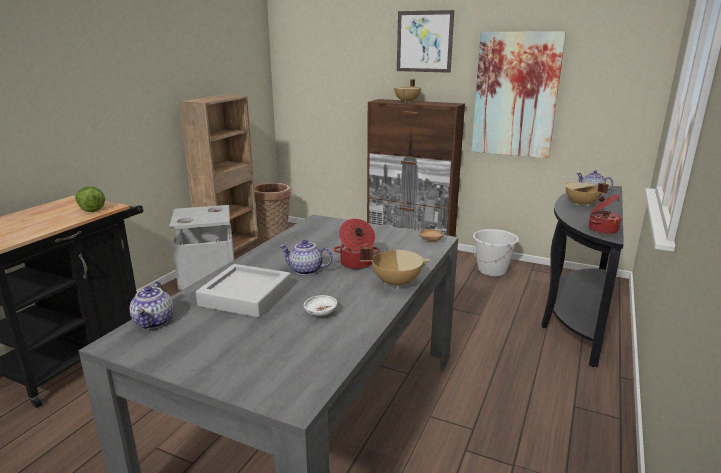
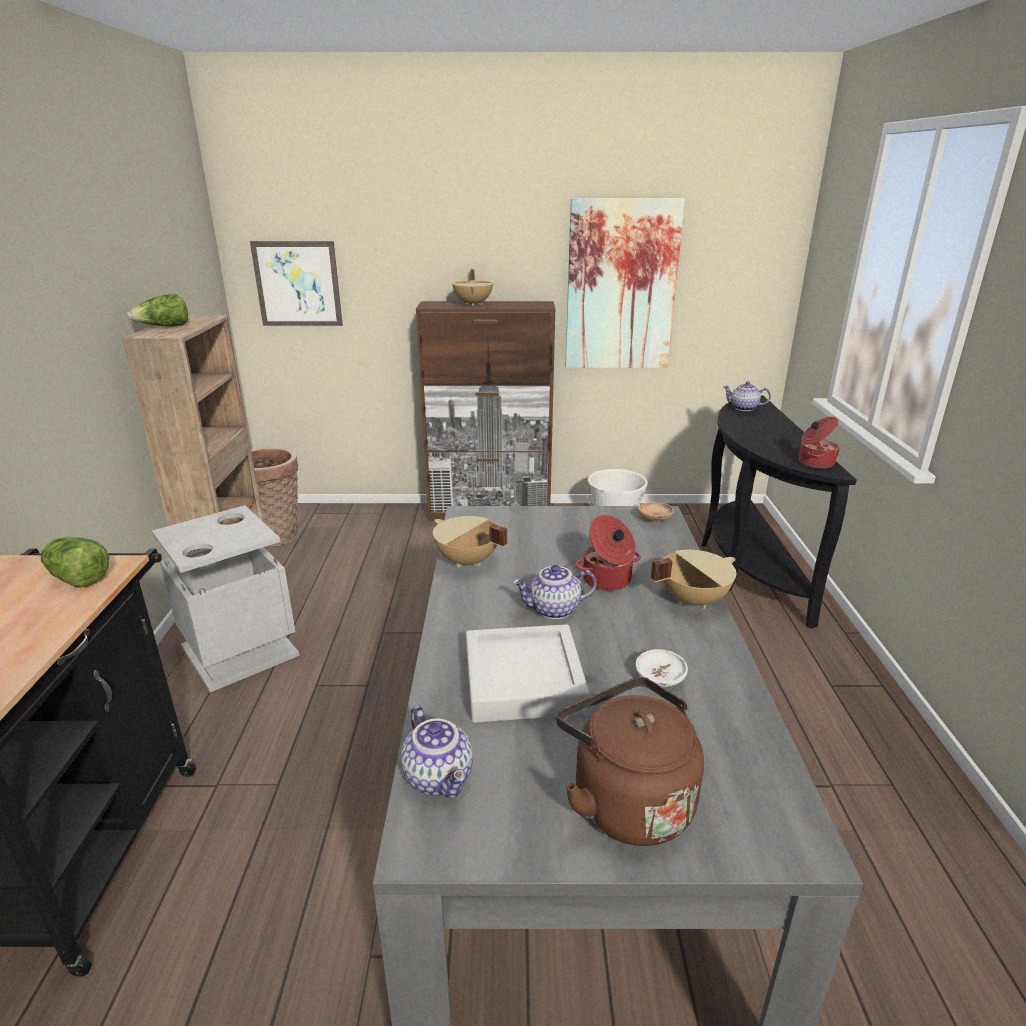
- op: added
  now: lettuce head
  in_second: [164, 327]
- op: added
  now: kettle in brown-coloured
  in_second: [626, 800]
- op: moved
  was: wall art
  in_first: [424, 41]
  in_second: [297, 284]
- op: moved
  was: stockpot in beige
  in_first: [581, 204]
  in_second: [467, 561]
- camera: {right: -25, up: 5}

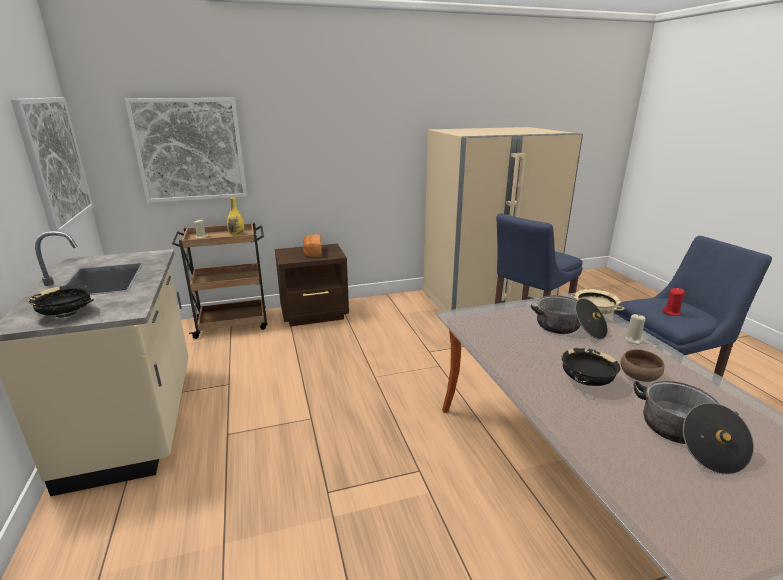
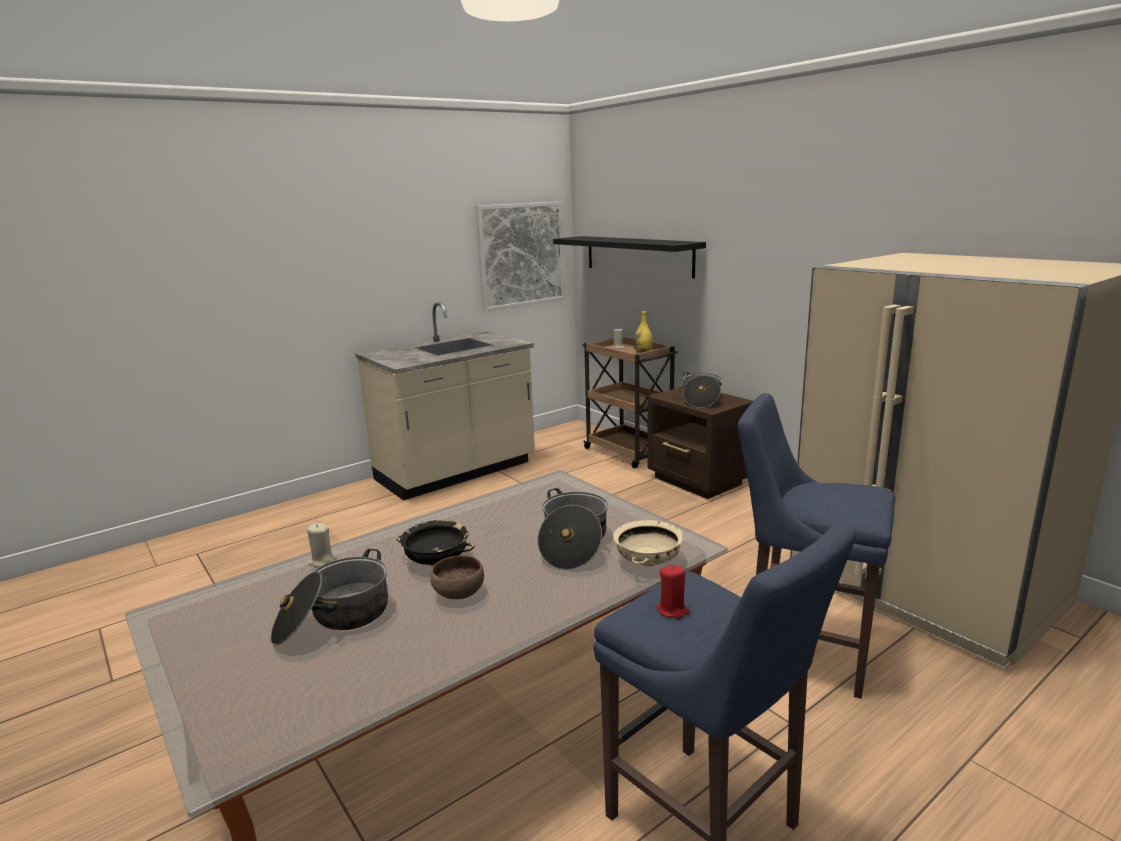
- op: removed
  was: deep dish in black-coloured
  in_first: [65, 313]
- op: moved
  was: wax candle in beige
  in_first: [633, 340]
  in_second: [322, 561]
- op: replaced
  was: wall art
  now: bracket shelf in black-coloured
  in_first: [190, 150]
  in_second: [638, 255]
- op: replaced
  was: bakery bread
  now: stockpot
  in_first: [312, 253]
  in_second: [700, 399]
- camera: {right: 70, up: -5}

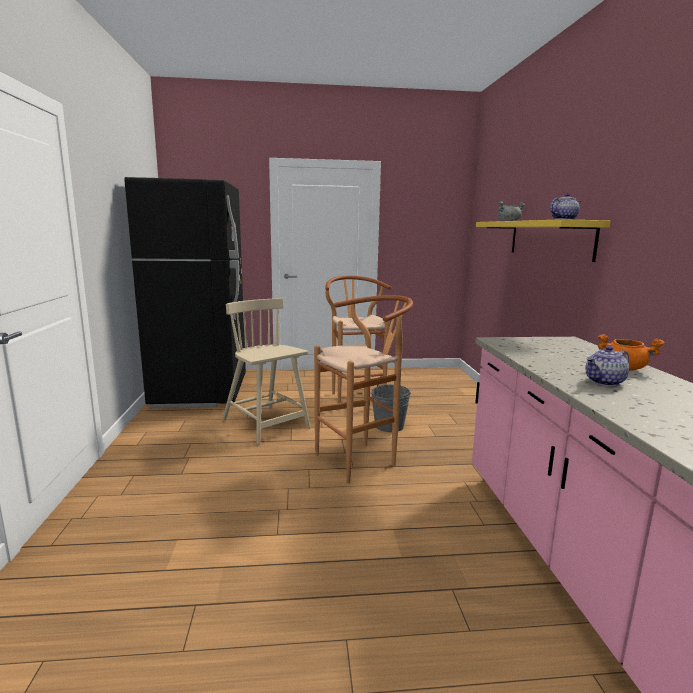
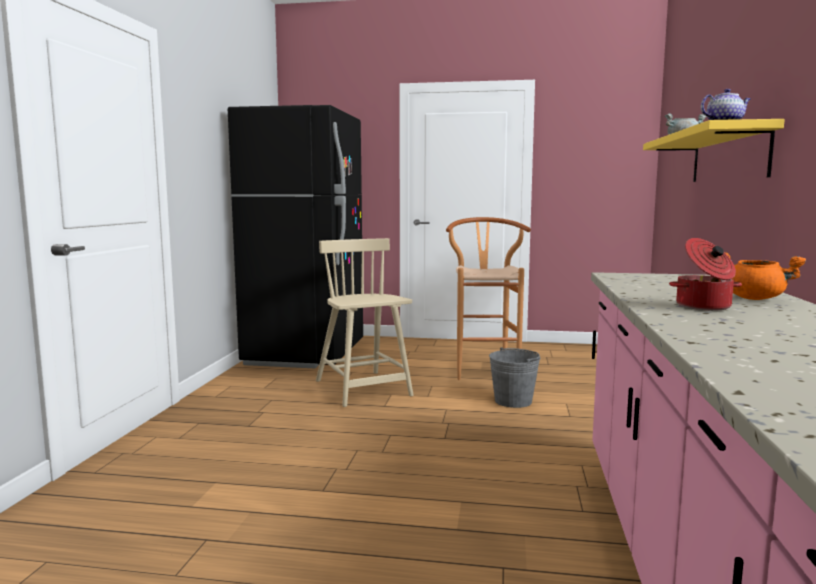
- op: removed
  was: sitting stool in brown-coloured
  in_first: [362, 459]
- op: replaced
  was: tea pot
  now: stockpot
  in_first: [605, 382]
  in_second: [704, 307]
- camera: {right: 15, up: -5}

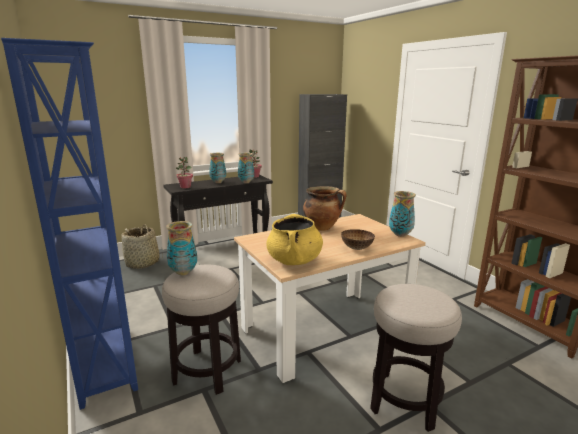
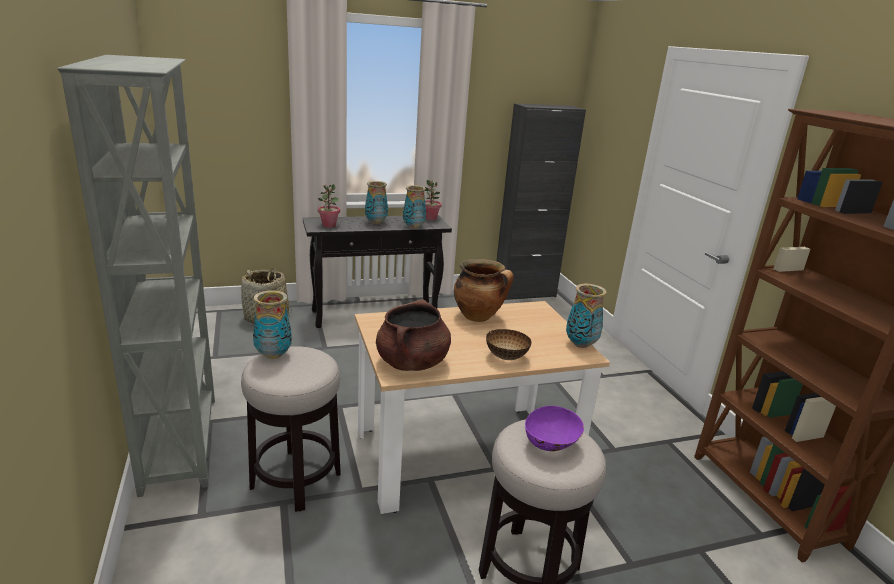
- op: added
  now: deep dish in purplish
  in_second: [551, 444]
- op: recoloured
  was: bookshelf in blue-coloured
  now: bookshelf in gray
  in_first: [105, 360]
  in_second: [182, 442]
- op: recoloured
  was: stockpot in yellowish
  now: stockpot in brown-coloured
  in_first: [294, 261]
  in_second: [412, 363]
- camera: {right: 10, up: 5}

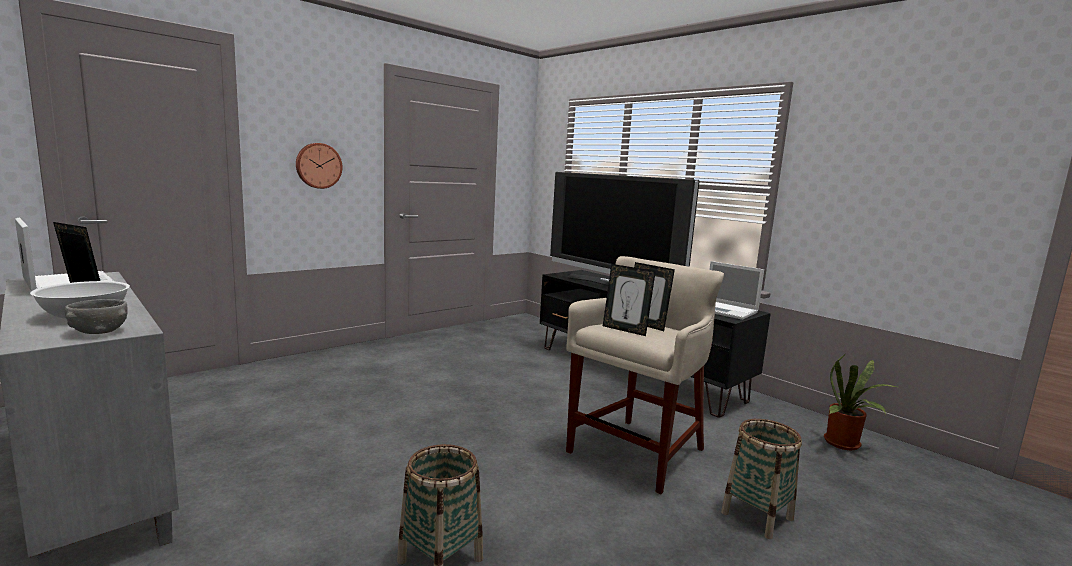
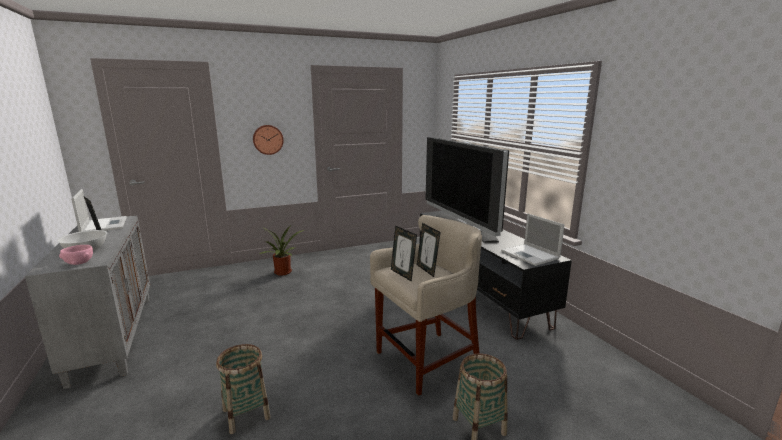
- op: moved
  was: houseplant
  in_first: [845, 445]
  in_second: [283, 273]
- op: recoloured
  was: deep dish in gray
  now: deep dish in pink
  in_first: [99, 332]
  in_second: [79, 263]
- camera: {right: 20, up: 5}

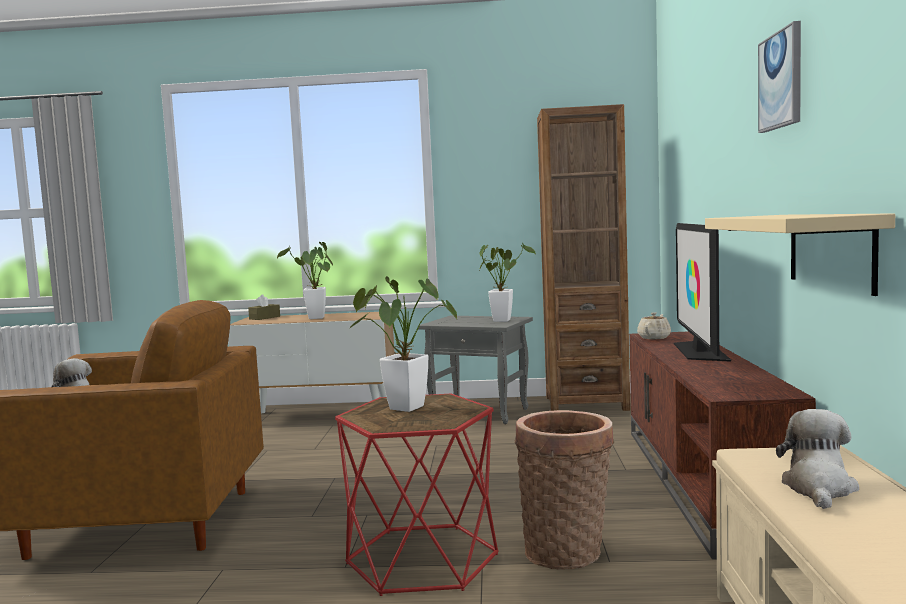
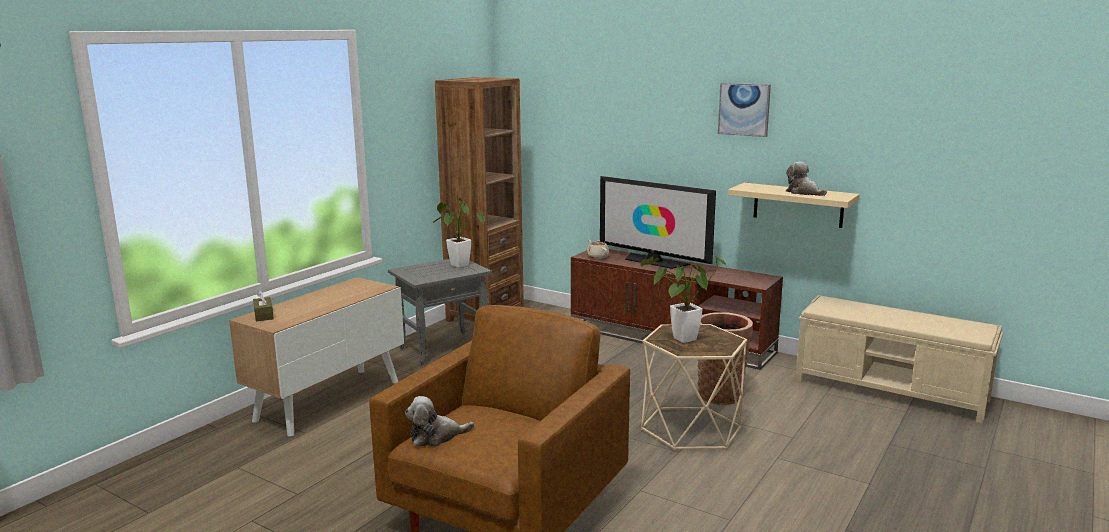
- op: removed
  was: houseplant
  in_first: [316, 318]
- op: moved
  was: soft toy
  in_first: [818, 488]
  in_second: [803, 193]
- op: recoloured
  was: side table in red-coloured
  now: side table in beige
  in_first: [421, 559]
  in_second: [690, 429]
- camera: {right: -60, up: 10}

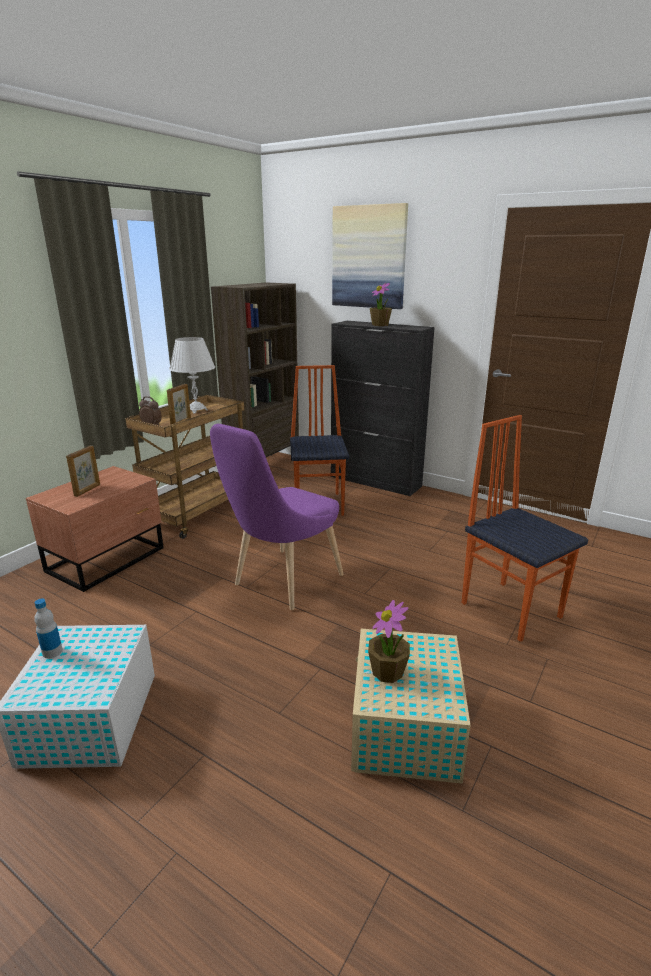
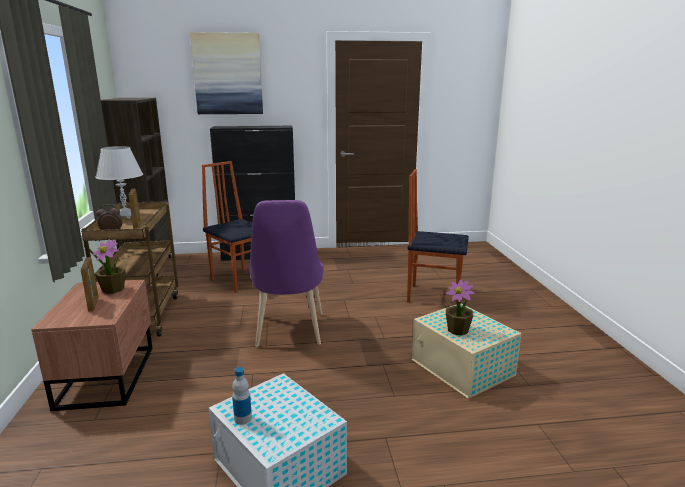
- op: moved
  was: houseplant
  in_first: [380, 325]
  in_second: [113, 289]
- camera: {right: -40, up: -5}

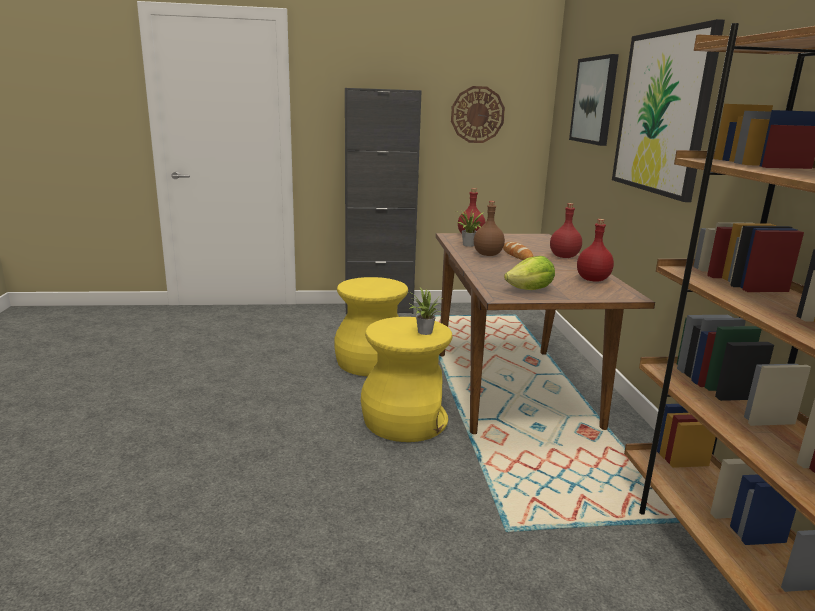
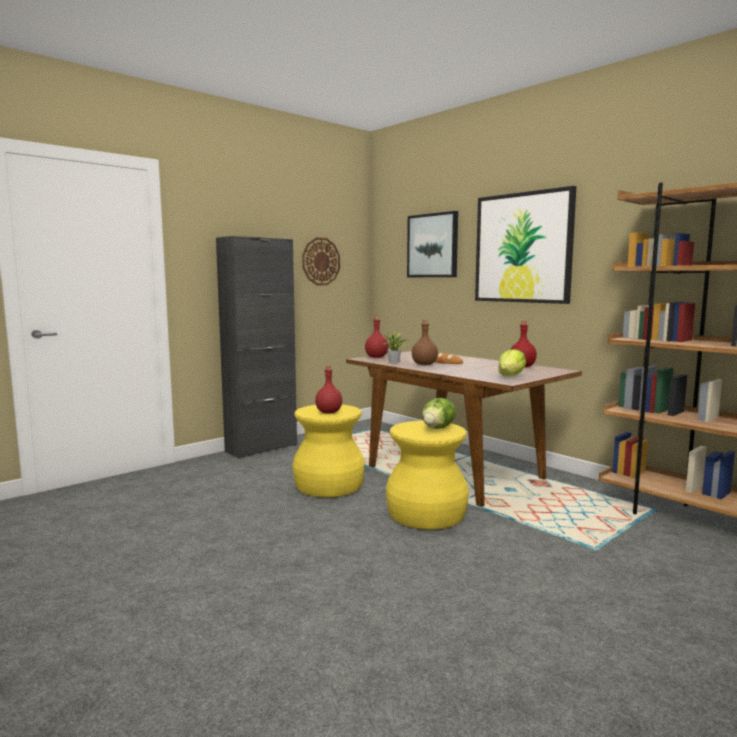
- op: moved
  was: beverage bottle in red-coloured
  in_first: [564, 256]
  in_second: [328, 412]
- op: replaced
  was: houseplant
  now: lettuce head
  in_first: [423, 332]
  in_second: [437, 428]
- camera: {right: -35, up: -10}

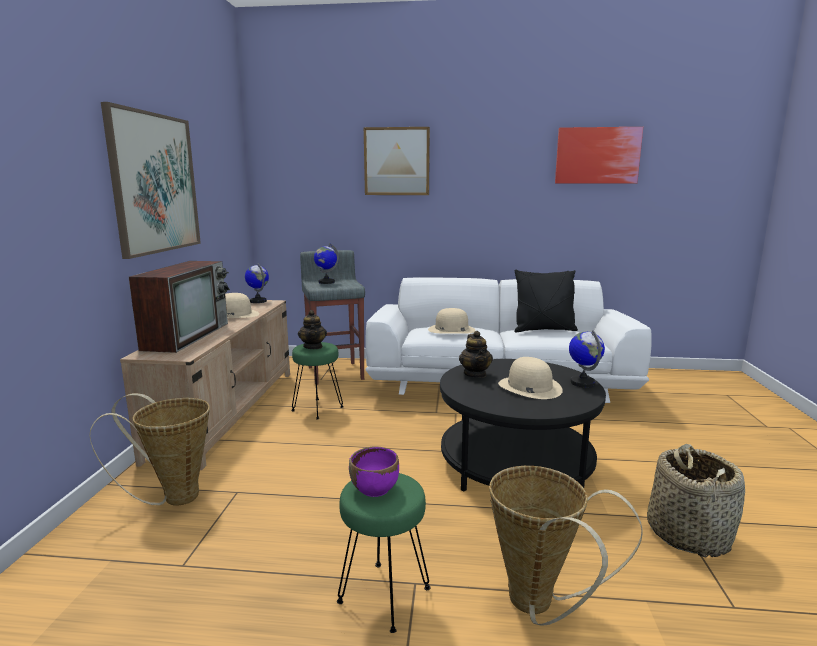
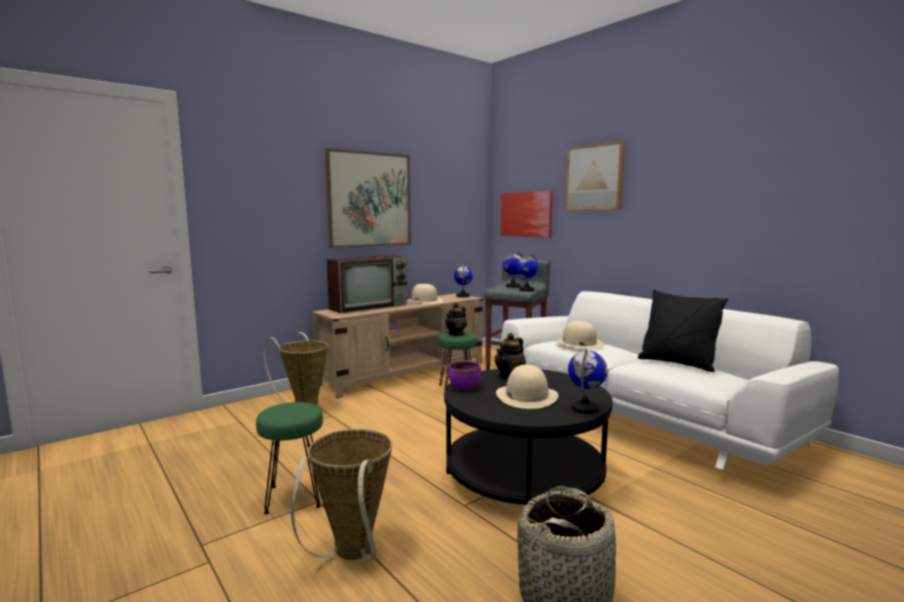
- op: added
  now: globe
  in_second: [526, 290]
- op: moved
  was: deep dish in purplish
  in_first: [375, 488]
  in_second: [464, 387]
- op: moved
  was: wall art
  in_first: [597, 155]
  in_second: [526, 214]
- camera: {right: 45, up: -5}

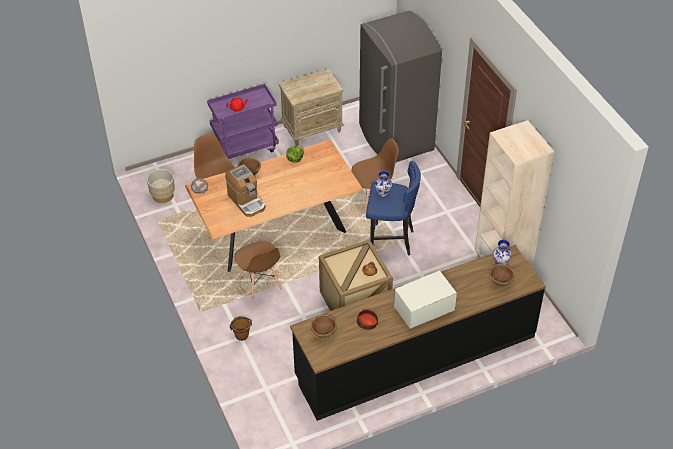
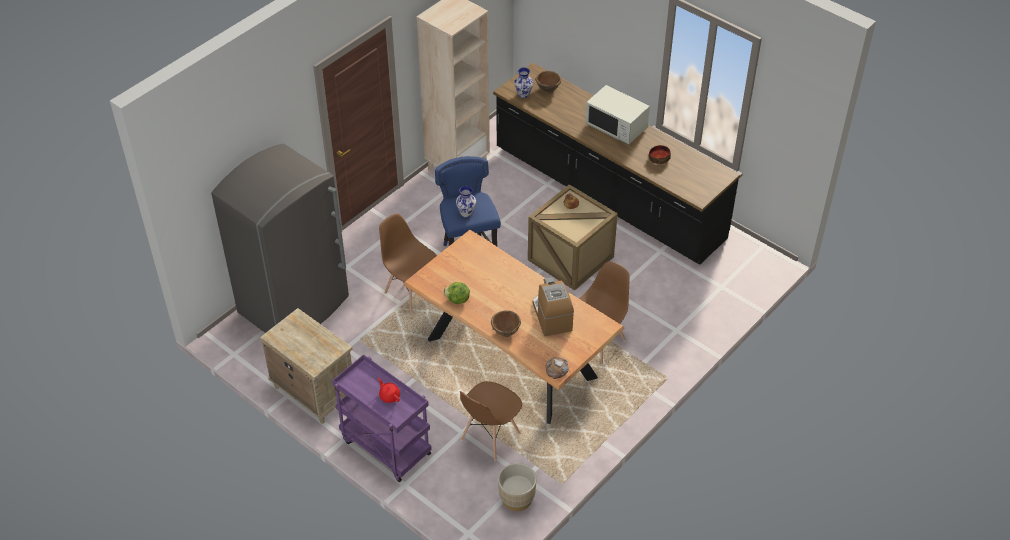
- op: removed
  was: water bucket in brown-coloured
  in_first: [242, 335]
- op: removed
  was: deep dish in brown-coloured
  in_first: [324, 333]
- op: turned
  was: coffee brewer
  in_first: [246, 201]
  in_second: [552, 316]
  clockwise: -45
- camera: {right: -115, up: 0}

